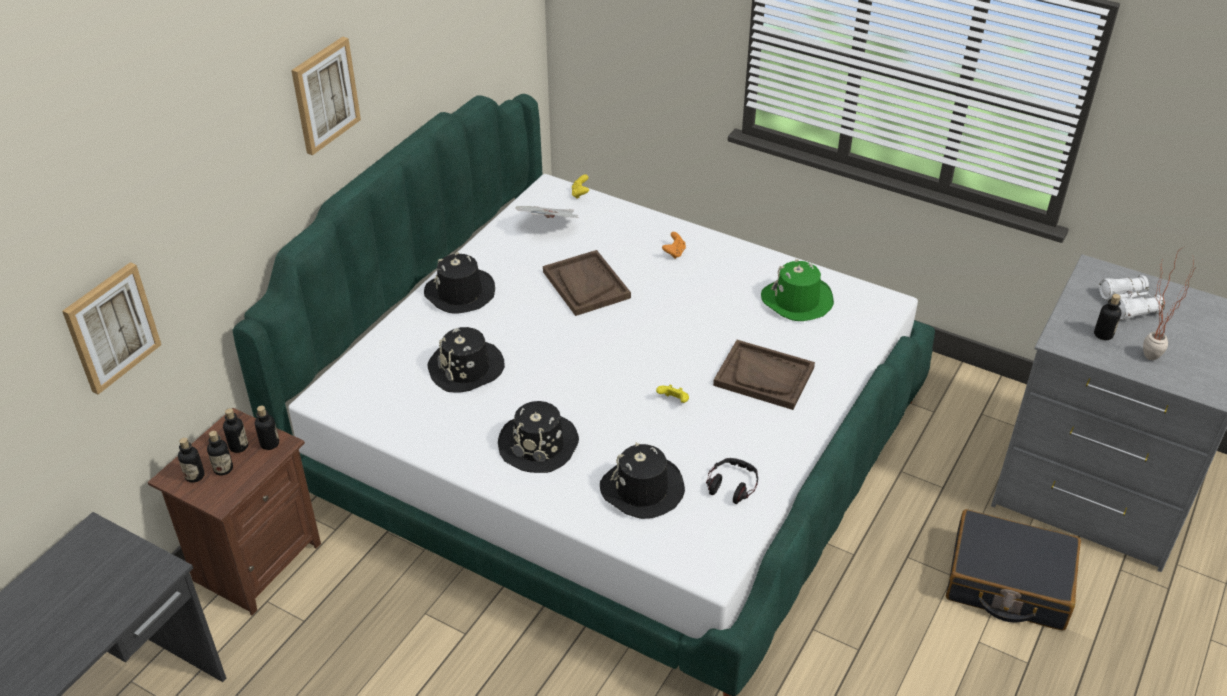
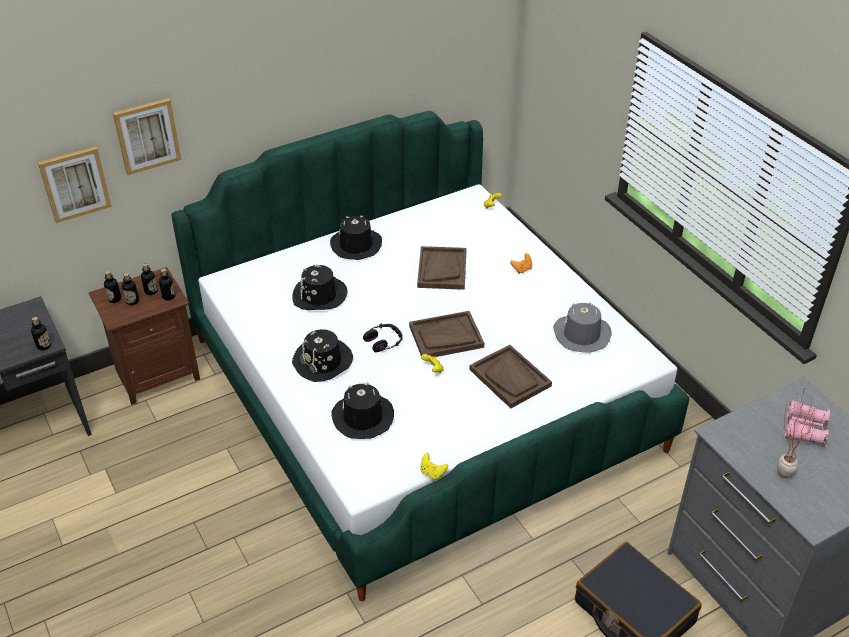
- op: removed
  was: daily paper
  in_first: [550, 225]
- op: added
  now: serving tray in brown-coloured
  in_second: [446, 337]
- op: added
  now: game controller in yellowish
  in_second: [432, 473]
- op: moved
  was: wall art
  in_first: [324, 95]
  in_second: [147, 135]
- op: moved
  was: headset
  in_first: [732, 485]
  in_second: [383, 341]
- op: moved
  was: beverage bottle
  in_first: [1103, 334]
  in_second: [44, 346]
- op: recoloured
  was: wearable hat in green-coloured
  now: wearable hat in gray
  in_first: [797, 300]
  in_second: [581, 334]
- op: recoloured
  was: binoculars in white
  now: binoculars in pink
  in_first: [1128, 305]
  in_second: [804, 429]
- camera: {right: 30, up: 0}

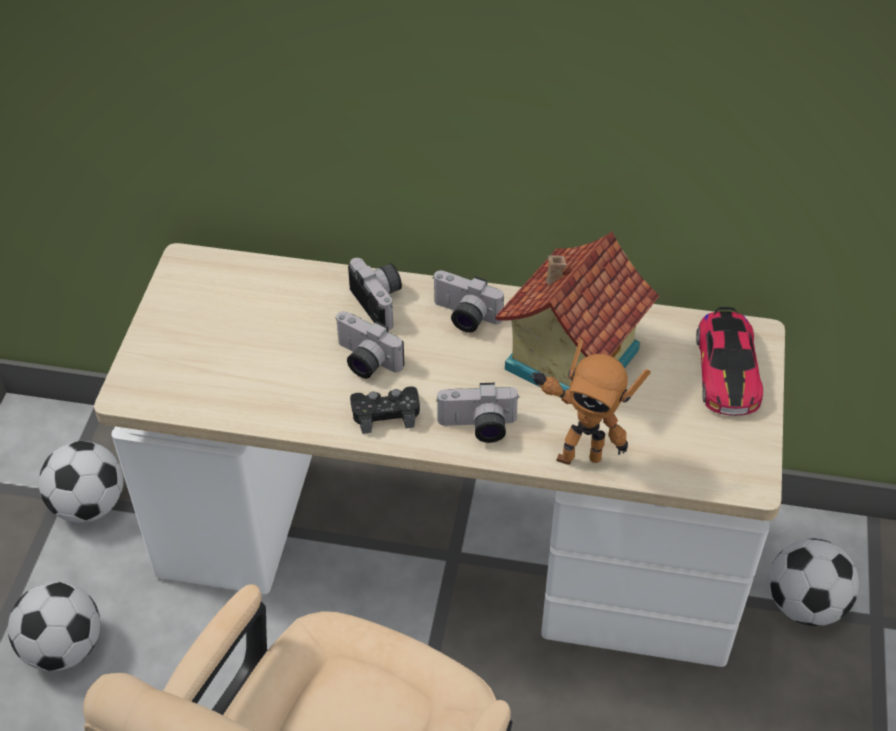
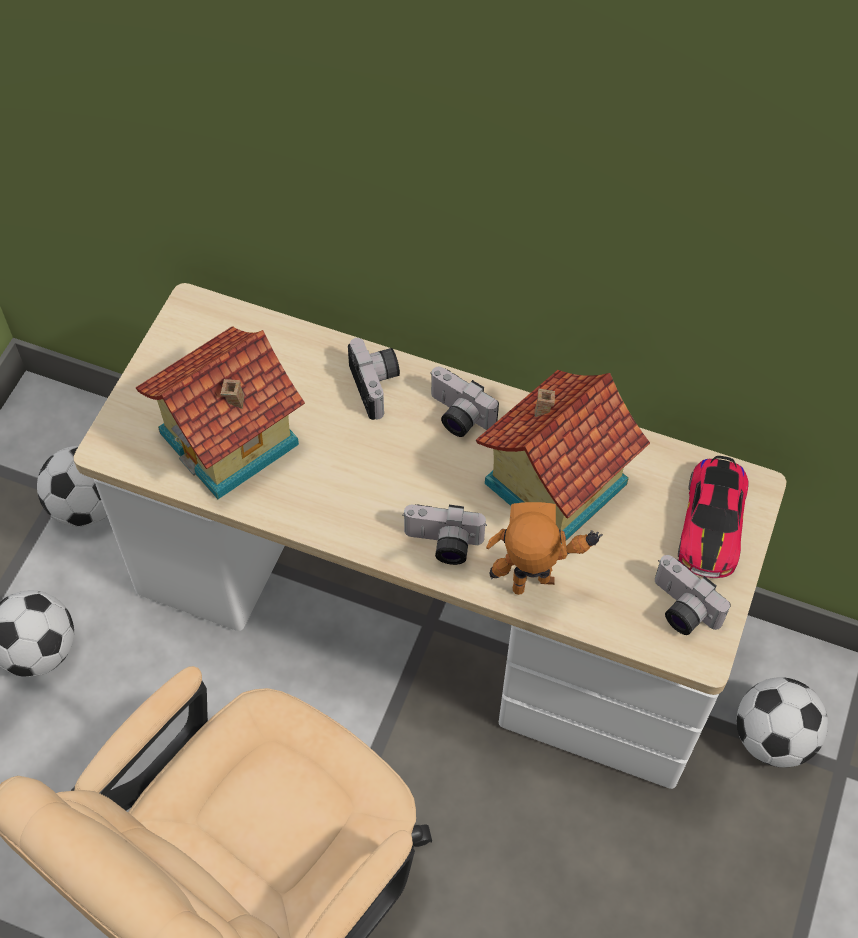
- op: removed
  was: game controller in black-coloured
  in_first: [386, 413]
- op: added
  now: model house
  in_second: [232, 441]
- op: moved
  was: still camera
  in_first: [364, 361]
  in_second: [680, 609]
- op: turned
  was: robot figure
  in_first: [578, 454]
  in_second: [536, 592]
  clockwise: 150
- camera: {right: 10, up: 10}

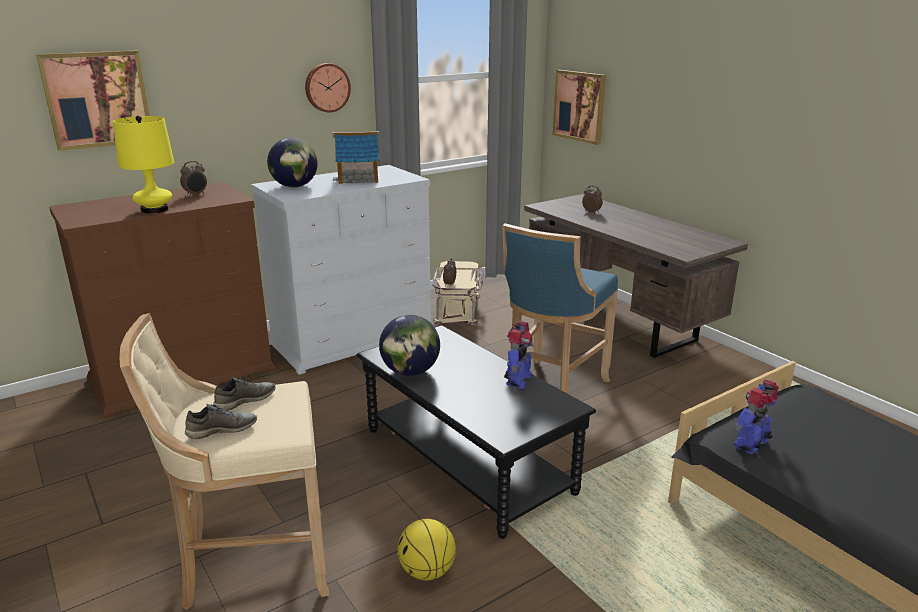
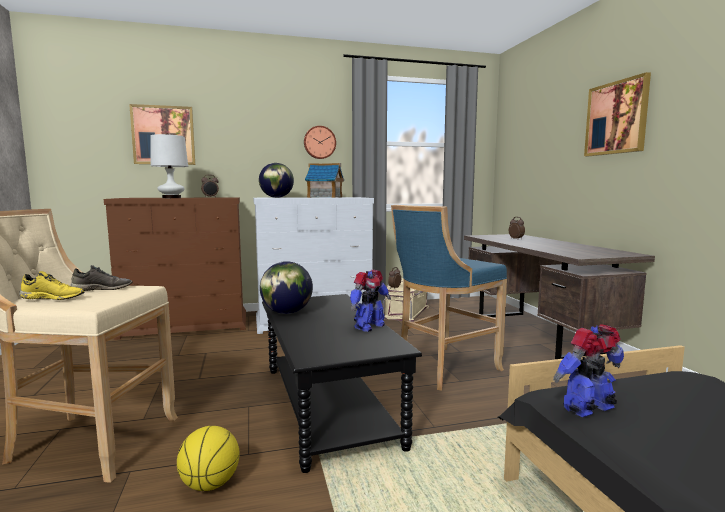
- op: moved
  was: wall art
  in_first: [579, 106]
  in_second: [616, 118]
- op: recoloured
  was: tabletop lamp in yellowish
  now: tabletop lamp in white
  in_first: [154, 210]
  in_second: [171, 198]
- op: recoloured
  was: low shoe in gray
  now: low shoe in yellowish
  in_first: [222, 429]
  in_second: [54, 298]
- camera: {right: 20, up: -15}

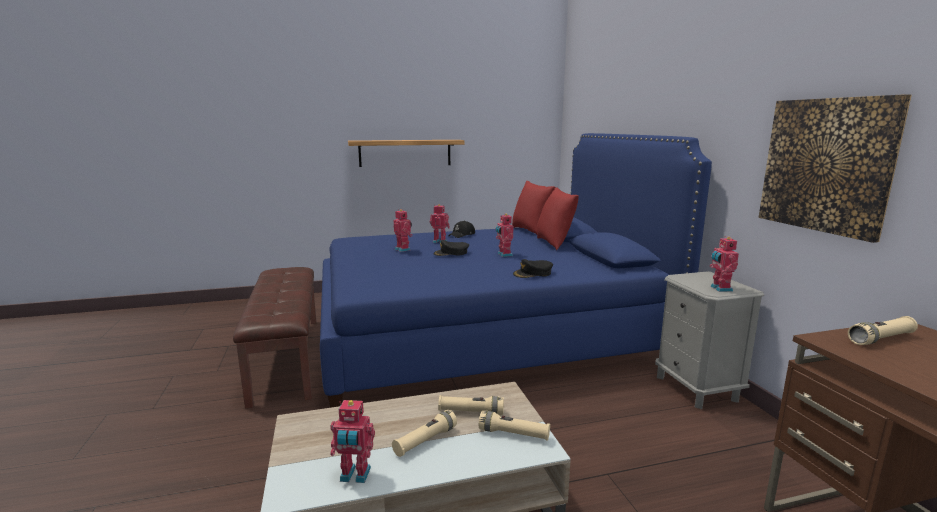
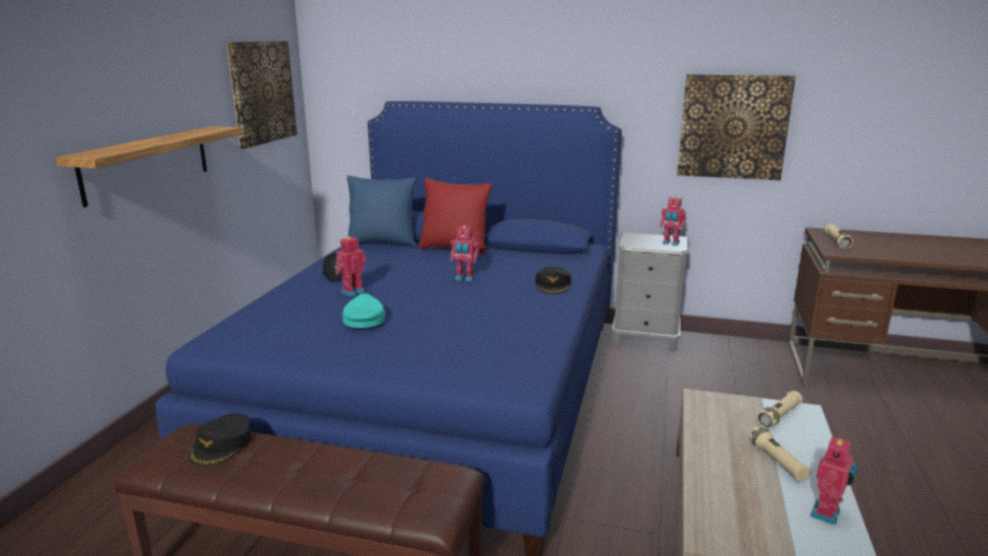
- op: removed
  was: hand torch in beige
  in_first: [471, 412]
- op: added
  now: wall art
  in_second: [262, 92]
- op: moved
  was: cap in black-coloured
  in_first: [451, 253]
  in_second: [222, 445]
- op: replaced
  was: robot figure
  now: cap in turquoise
  in_first: [403, 249]
  in_second: [364, 318]
- op: recoloured
  was: throw pillow in red-coloured
  now: throw pillow in blue-coloured
  in_first: [531, 231]
  in_second: [382, 243]
- camera: {right: -60, up: 5}

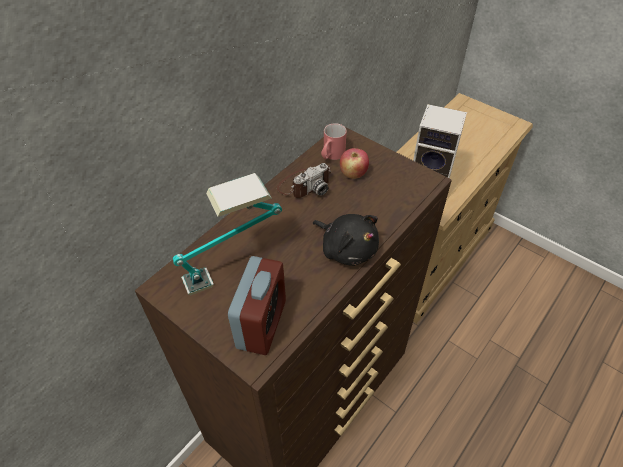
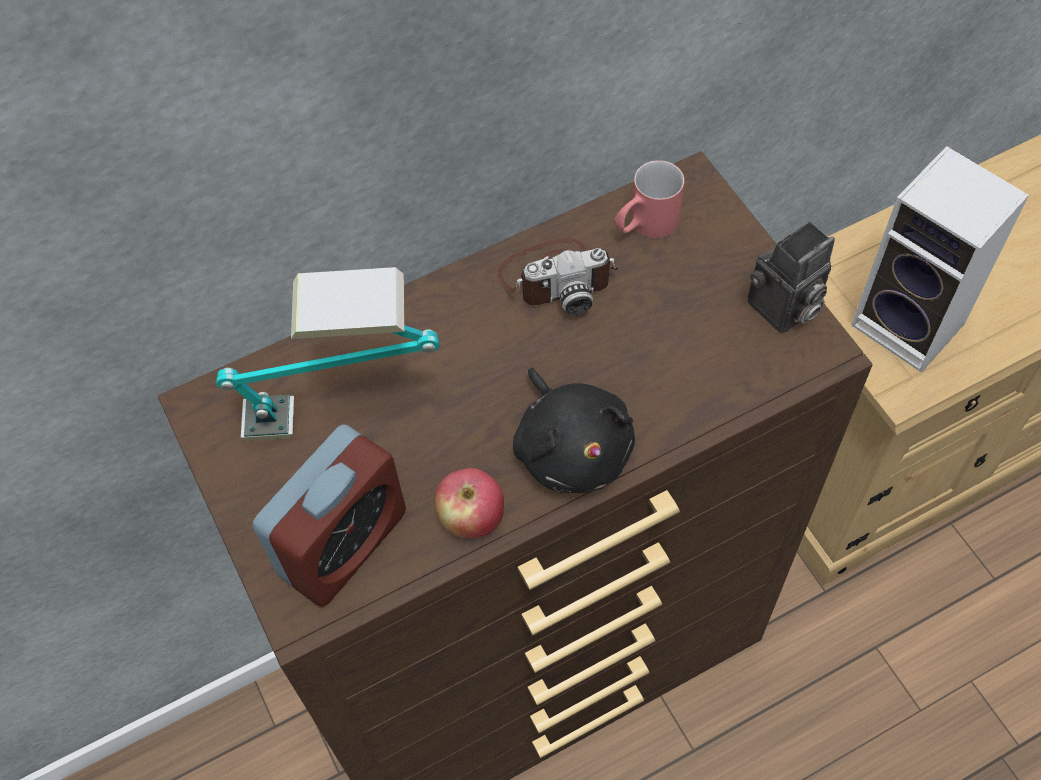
- op: added
  now: still camera
  in_second: [783, 309]
- op: moved
  was: whole apple
  in_first: [353, 174]
  in_second: [471, 519]
- camera: {right: 25, up: 10}

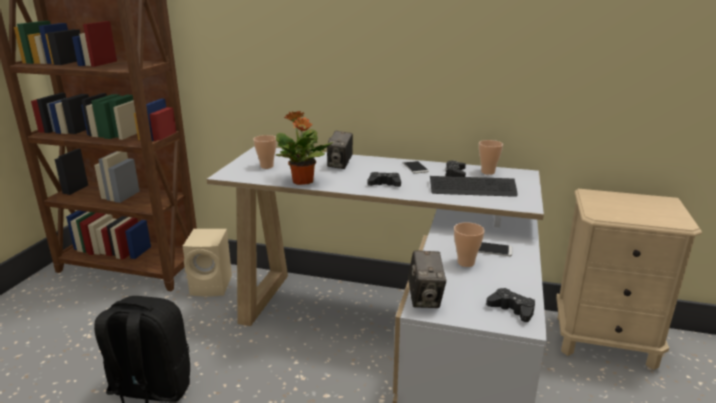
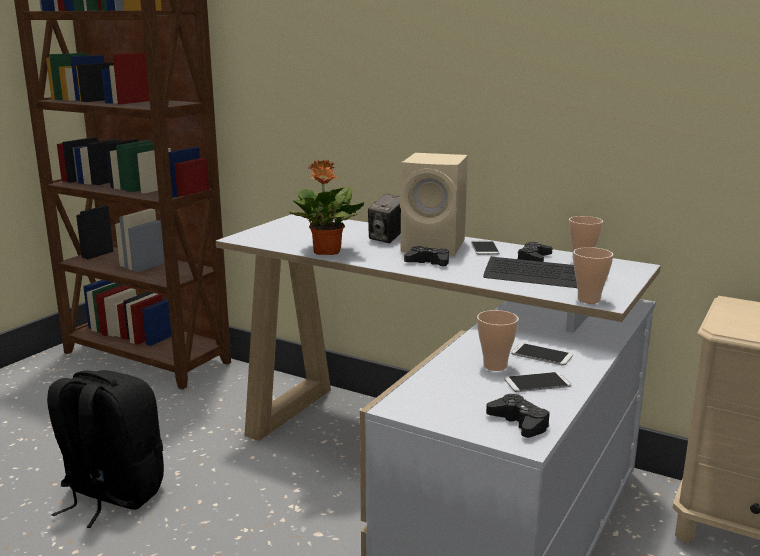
- op: removed
  was: still camera
  in_first: [425, 298]
- op: added
  now: handset
  in_second: [537, 383]
- op: moved
  was: speaker in beige
  in_first: [213, 286]
  in_second: [435, 247]
- op: moved
  was: small cup
  in_first: [267, 166]
  in_second: [588, 299]
- camera: {right: 15, up: -5}

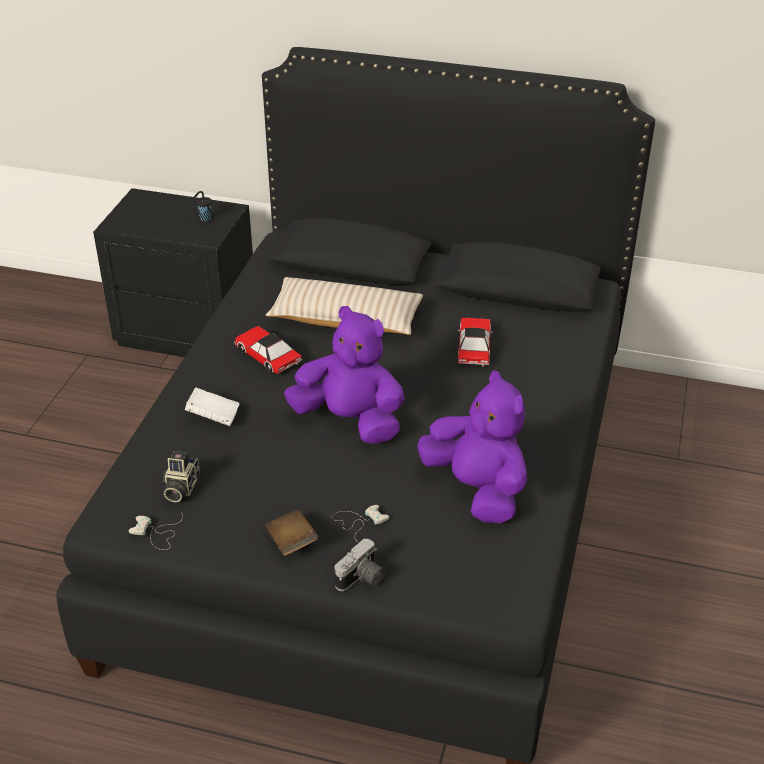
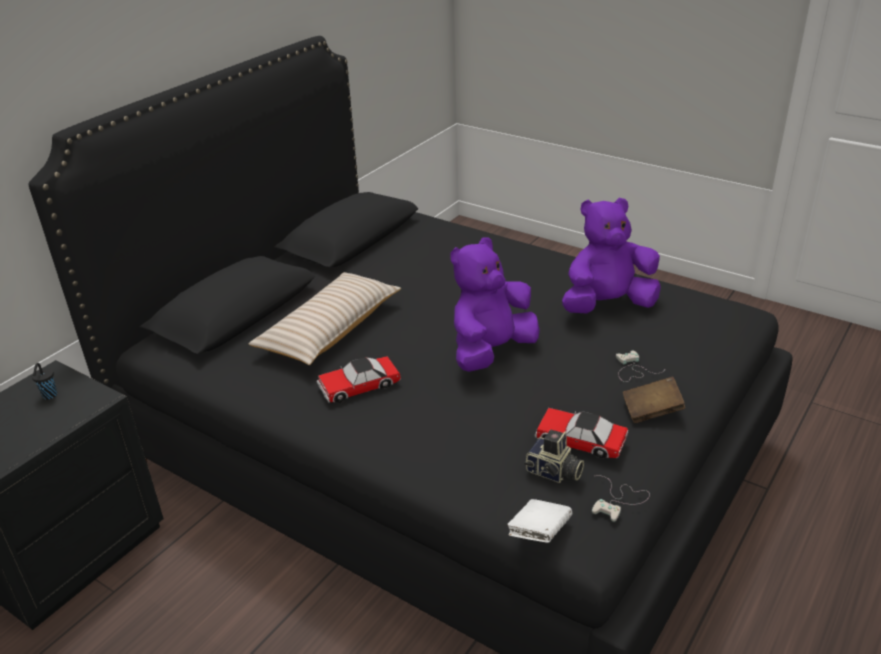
- op: removed
  was: still camera
  in_first: [362, 579]
- op: moved
  was: bound book in white
  in_first: [213, 417]
  in_second: [539, 533]
- op: moved
  was: toy car
  in_first: [474, 347]
  in_second: [580, 440]
- camera: {right: -70, up: -5}

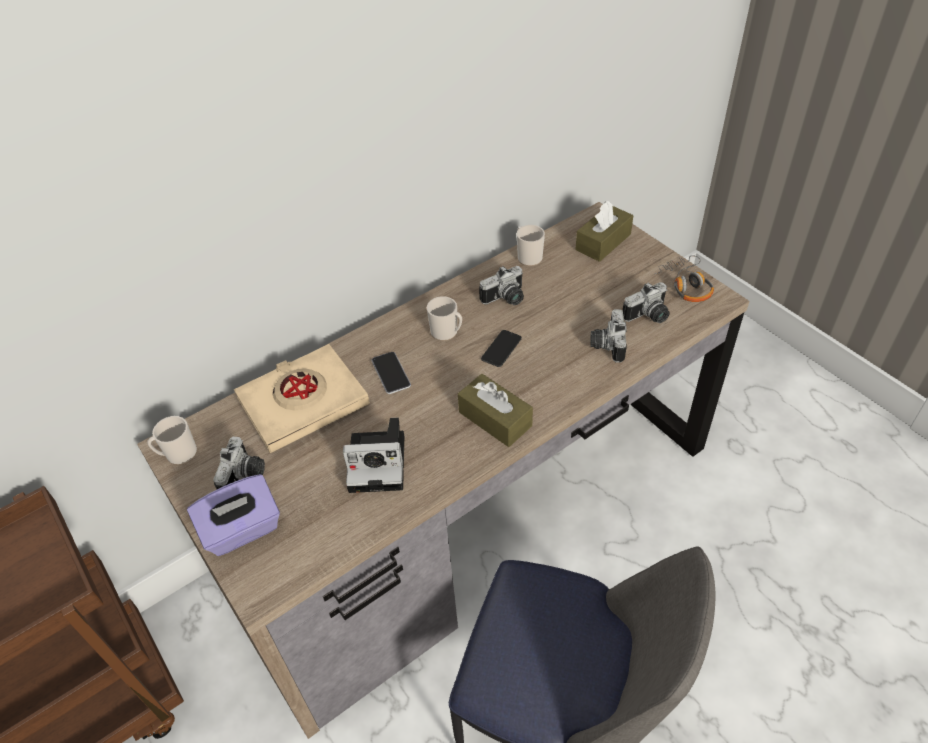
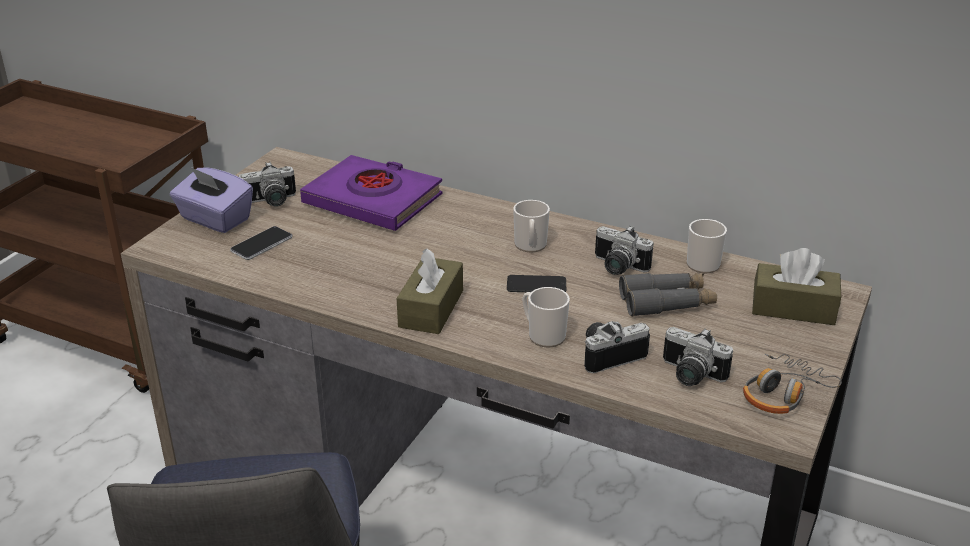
- op: removed
  was: still camera
  in_first: [380, 462]
- op: added
  now: binoculars in gray
  in_second: [666, 302]
- op: moved
  was: mug
  in_first: [178, 454]
  in_second: [543, 335]
- op: moved
  was: handset
  in_first: [391, 373]
  in_second: [262, 244]
- op: recoloured
  was: bound book in beige
  now: bound book in purplish
  in_first: [303, 402]
  in_second: [373, 200]
- camera: {right: 60, up: -15}

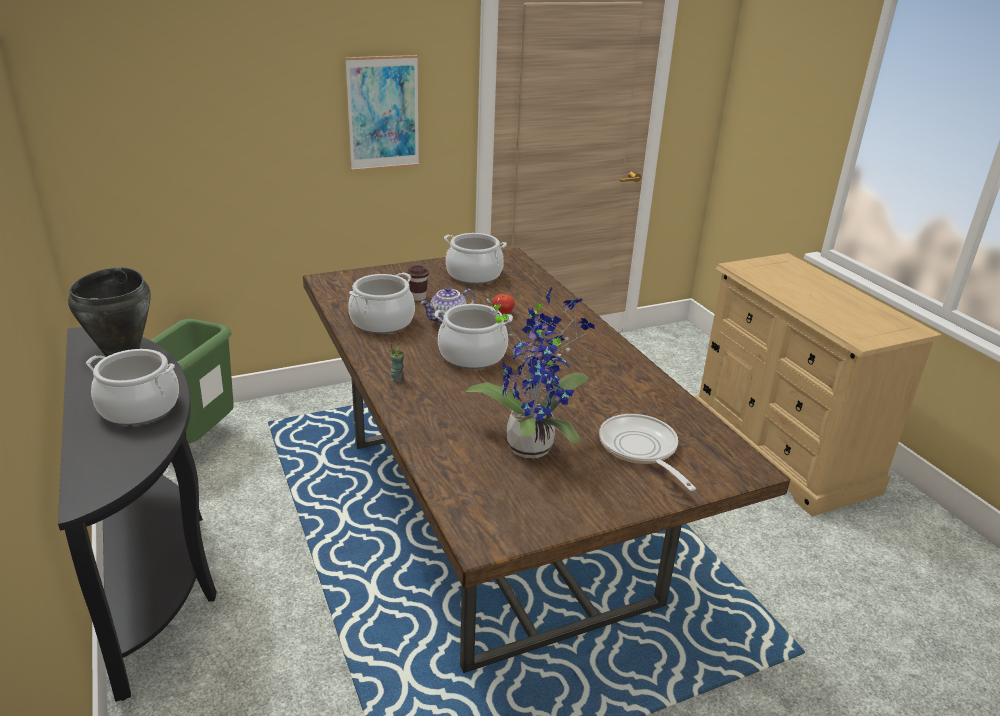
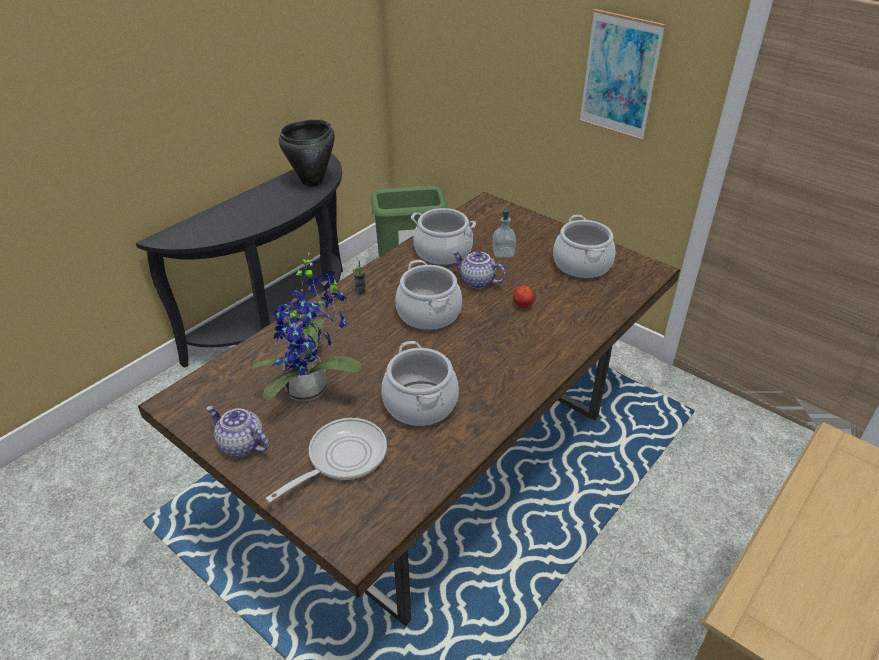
- op: added
  now: tea pot
  in_second: [241, 445]
- op: moved
  was: stockpot
  in_first: [139, 408]
  in_second: [420, 404]
- op: replaced
  was: small cup in brown-coloured
  now: soap dispenser
  in_first: [418, 297]
  in_second: [503, 253]
- camera: {right: 65, up: 10}

